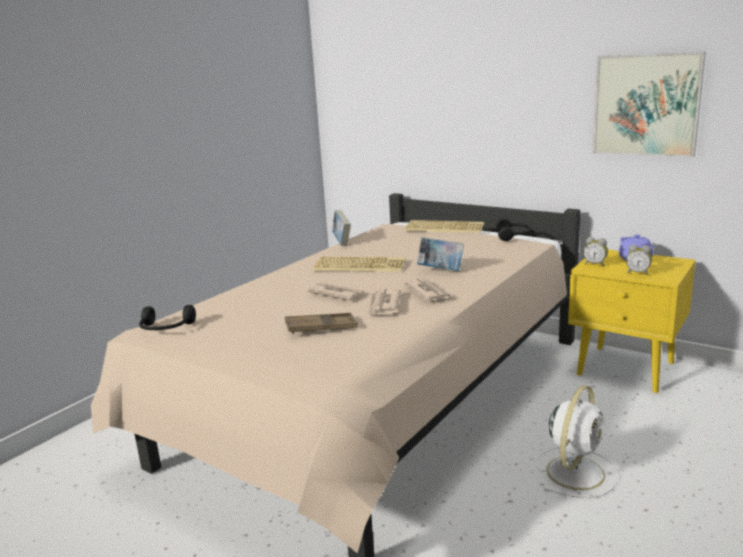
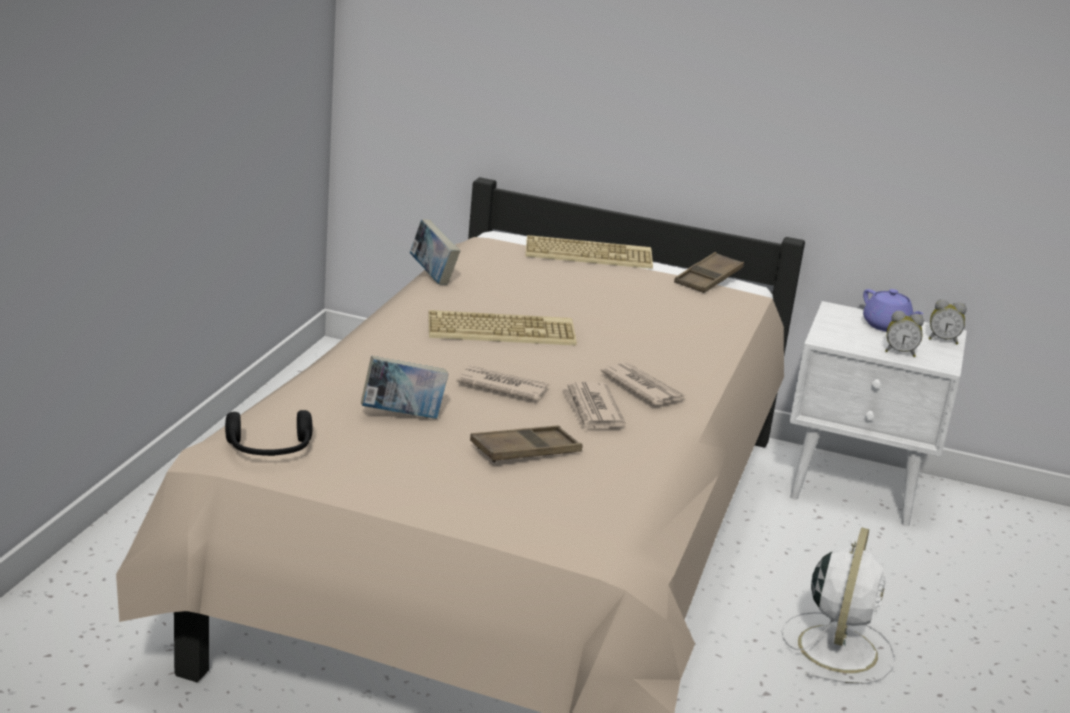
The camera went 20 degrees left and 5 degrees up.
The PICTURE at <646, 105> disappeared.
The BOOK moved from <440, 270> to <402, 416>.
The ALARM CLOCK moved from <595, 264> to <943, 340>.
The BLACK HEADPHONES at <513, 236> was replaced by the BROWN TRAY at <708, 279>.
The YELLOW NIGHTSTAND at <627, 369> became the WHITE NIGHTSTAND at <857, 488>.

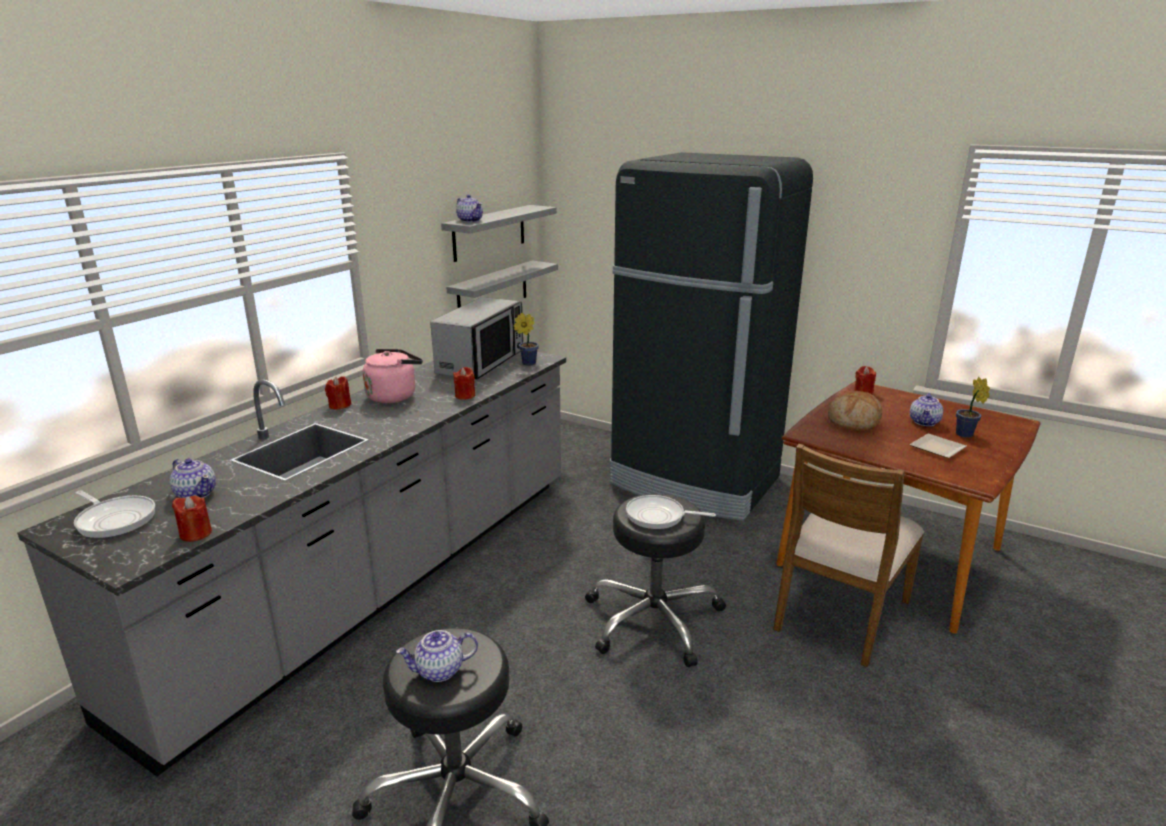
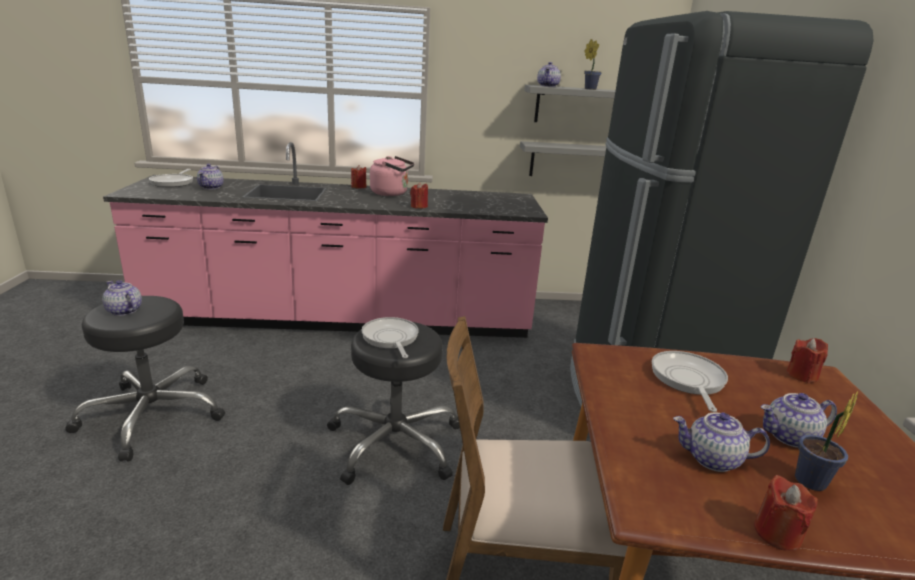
The camera went 55 degrees right and 0 degrees up.
The MICROWAVE at <481, 362> disappeared.
The RED CANDLE moved from <196, 534> to <777, 533>.
The POTTED PLANT moved from <527, 363> to <589, 89>.
The BREAD at <854, 422> was replaced by the FRYING PAN at <688, 380>.
The PLATE at <939, 448> was replaced by the TEAPOT at <712, 459>.
The GREY COUNTER at <379, 582> became the PINK COUNTER at <342, 319>.

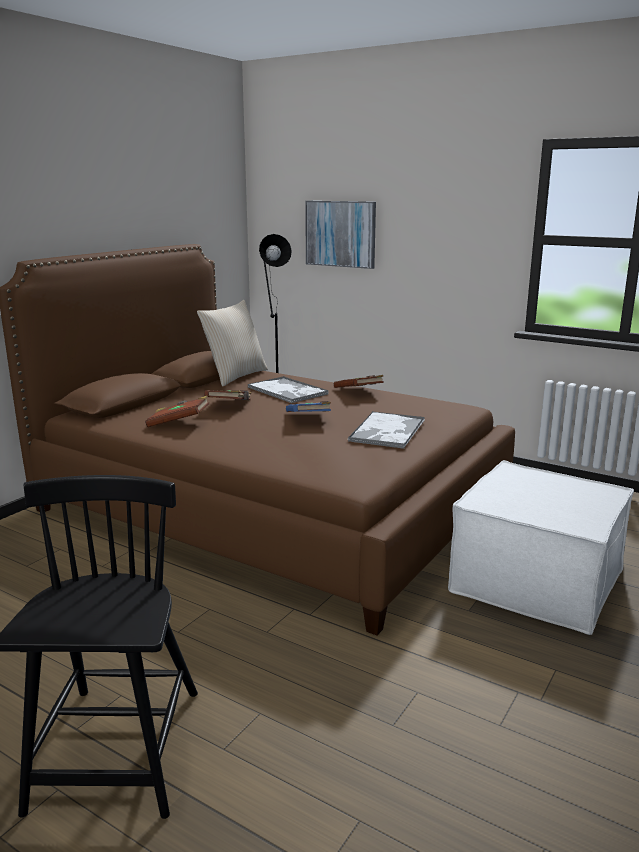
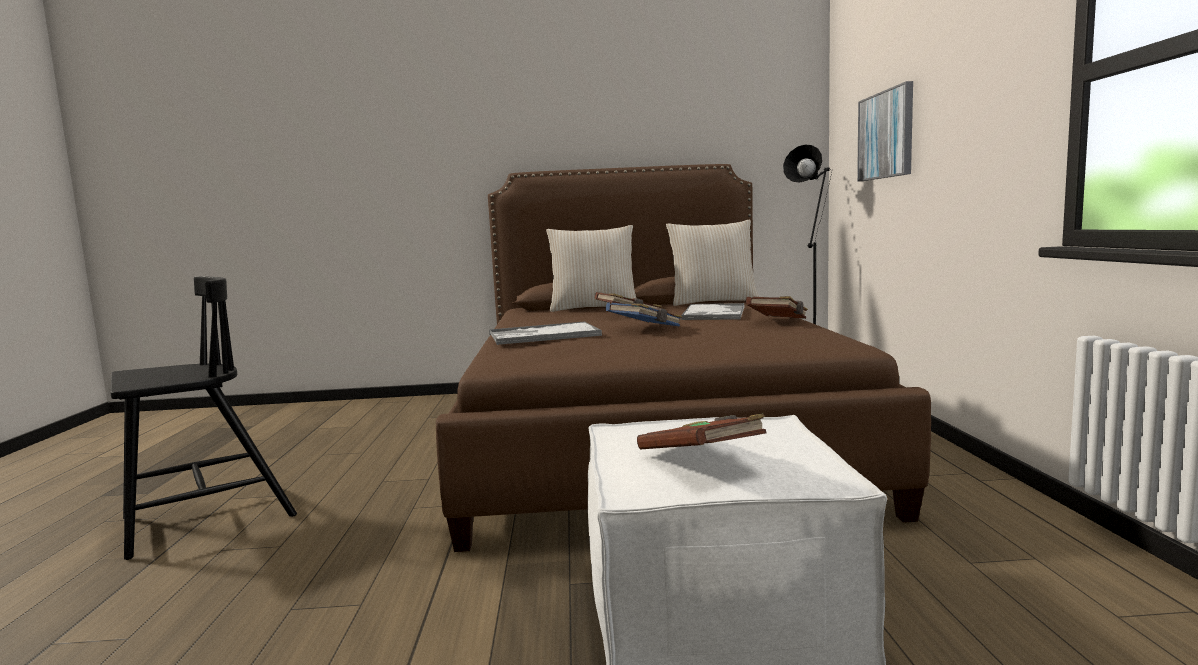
The camera went 55 degrees right and 10 degrees down.
The BEIGE PILLOW at <594, 308> appeared.
The BROWN BOOK moved from <178, 423> to <701, 458>.
The TRAY moved from <387, 431> to <543, 335>.

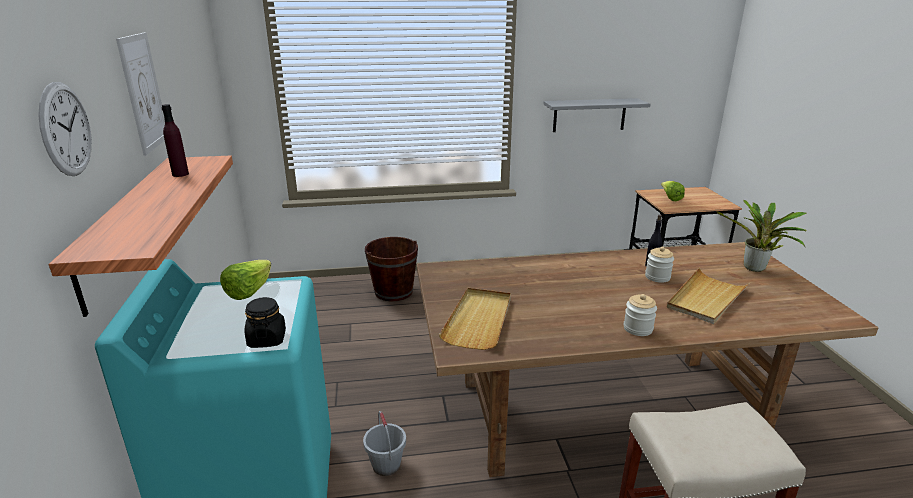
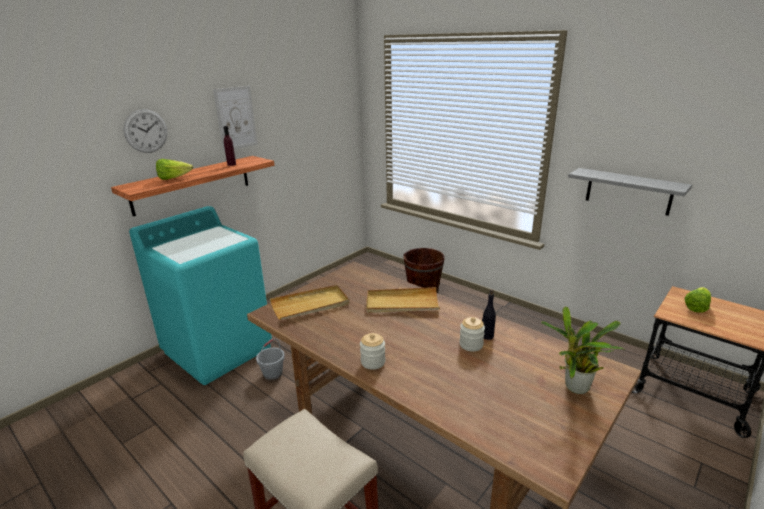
The camera went 50 degrees right and 0 degrees up.
The BLACK JAR at <267, 339> disappeared.
The LETTUCE moved from <249, 292> to <173, 178>.
The BEIGE TRAY moved from <706, 299> to <402, 303>.

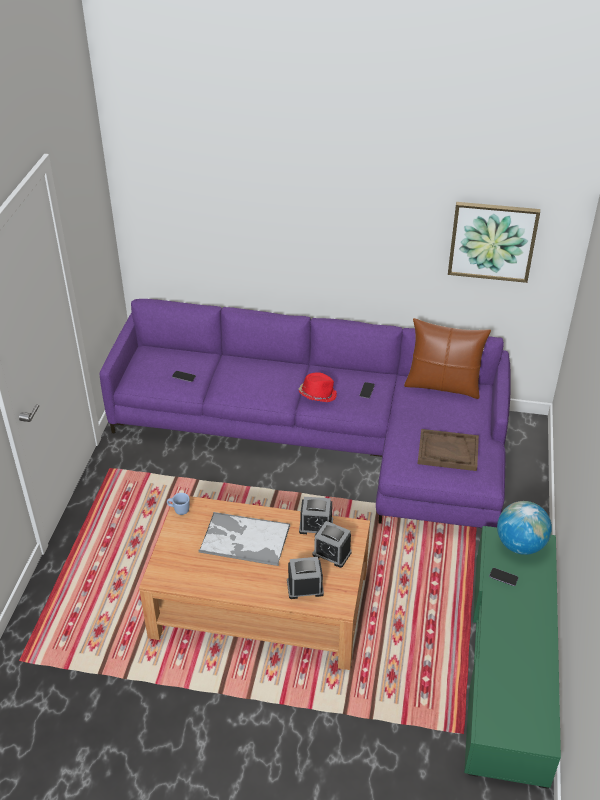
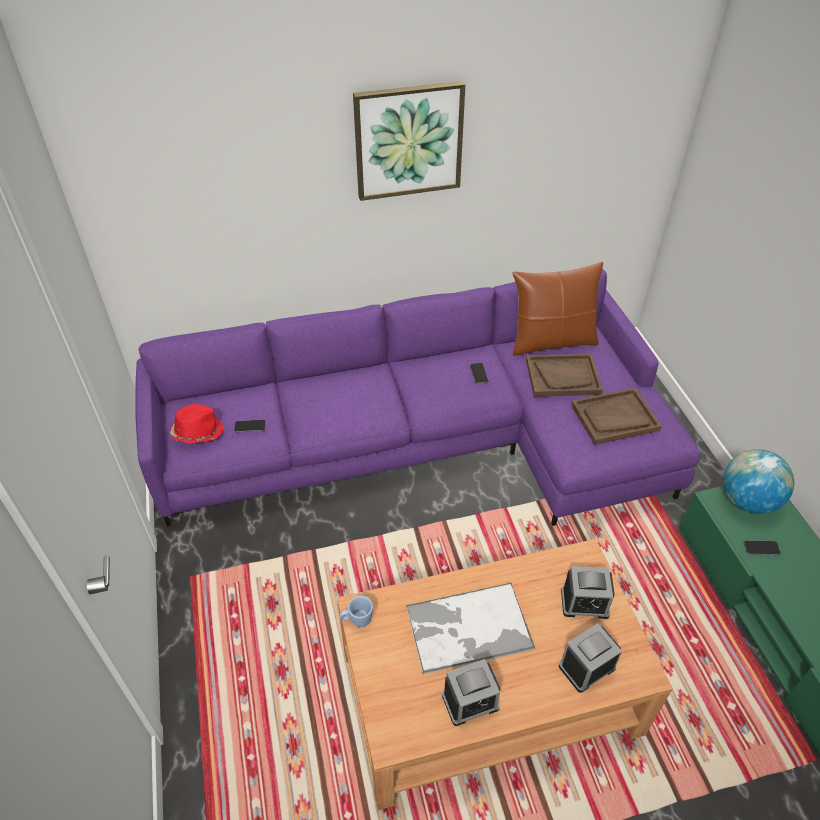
The camera went 25 degrees left and 5 degrees up.
The BROWN TRAY at <563, 377> appeared.
The RED HAT moved from <317, 394> to <197, 432>.
The ALARM CLOCK moved from <316, 526> to <470, 701>.
The PICTURE moved from <492, 241> to <408, 141>.

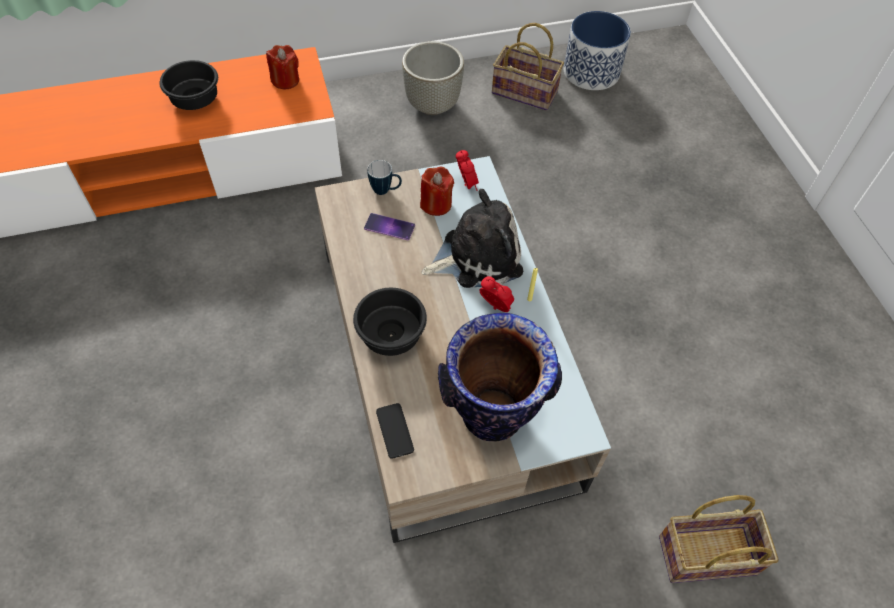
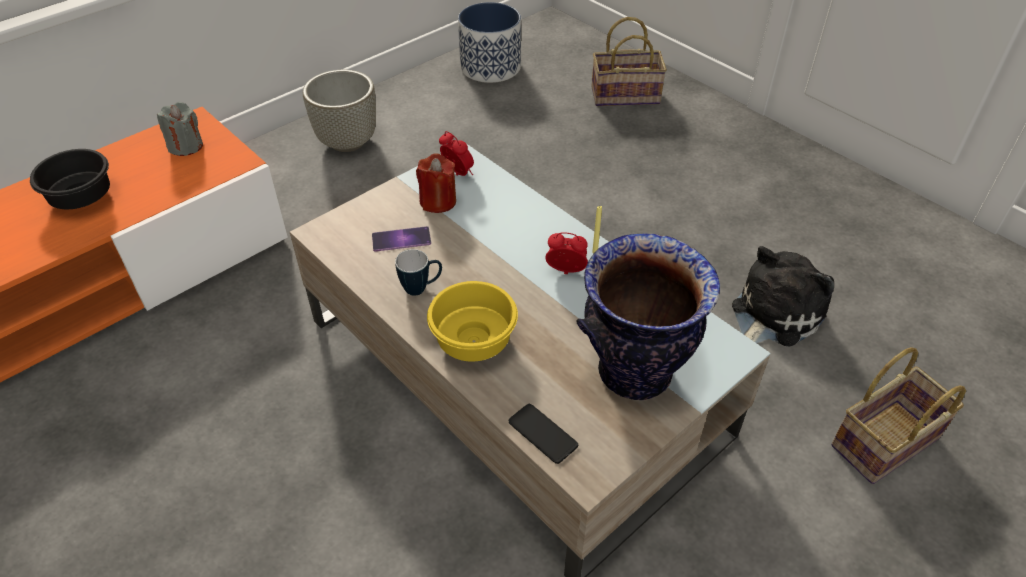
The camera went 25 degrees left and 10 degrees down.
The MUG moved from <385, 191> to <421, 288>.
The PLUSH TOY moved from <477, 256> to <772, 314>.
The BASKET moved from <526, 92> to <626, 95>.
The RED CANDLE at <285, 80> became the GREY CANDLE at <186, 146>.
The BLACK BOWL at <393, 334> became the YELLOW BOWL at <475, 339>.

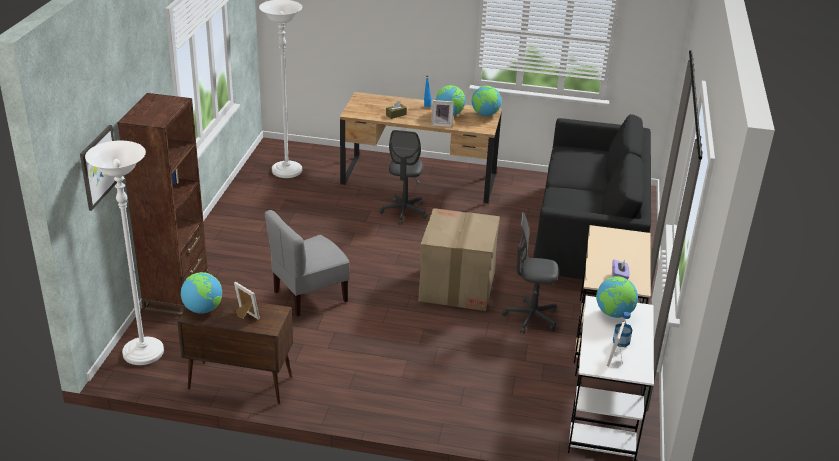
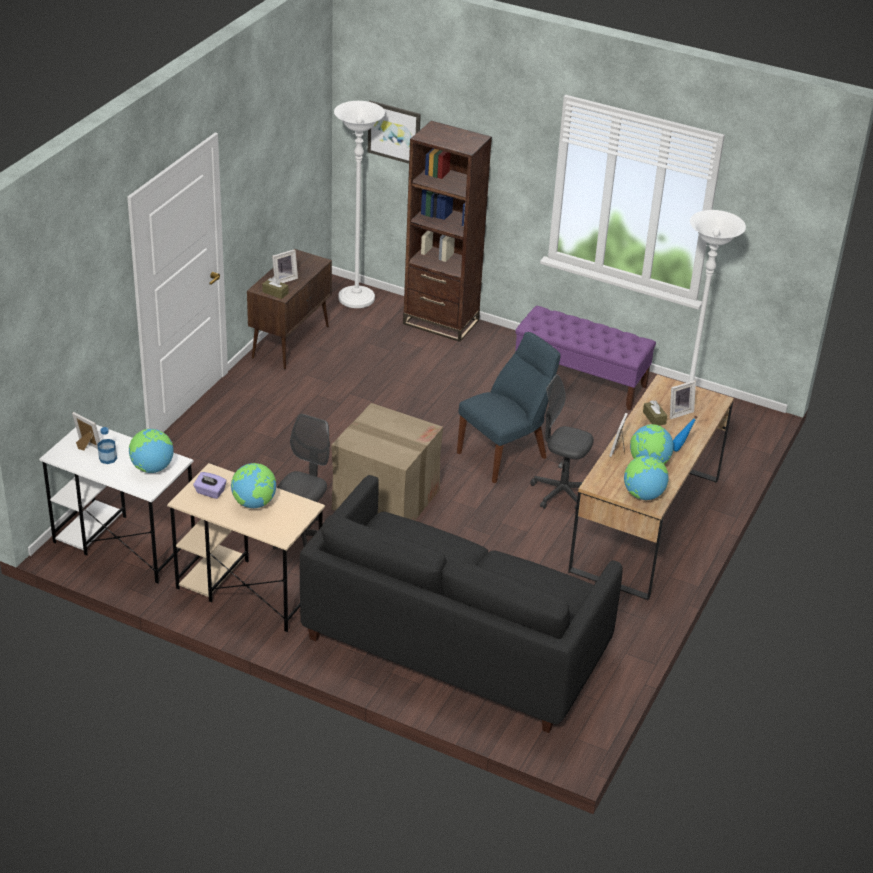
The camera went 105 degrees right and 5 degrees up.
The GREY CHAIR at <309, 296> disappeared.
The BROWN TISSUE BOX at <275, 292> appeared.
The BLUE CHAIR at <505, 454> appeared.
The PURPLE BENCH at <580, 380> appeared.
The PICTURE FRAME at <678, 412> appeared.
The GLOBE moved from <203, 309> to <254, 503>.

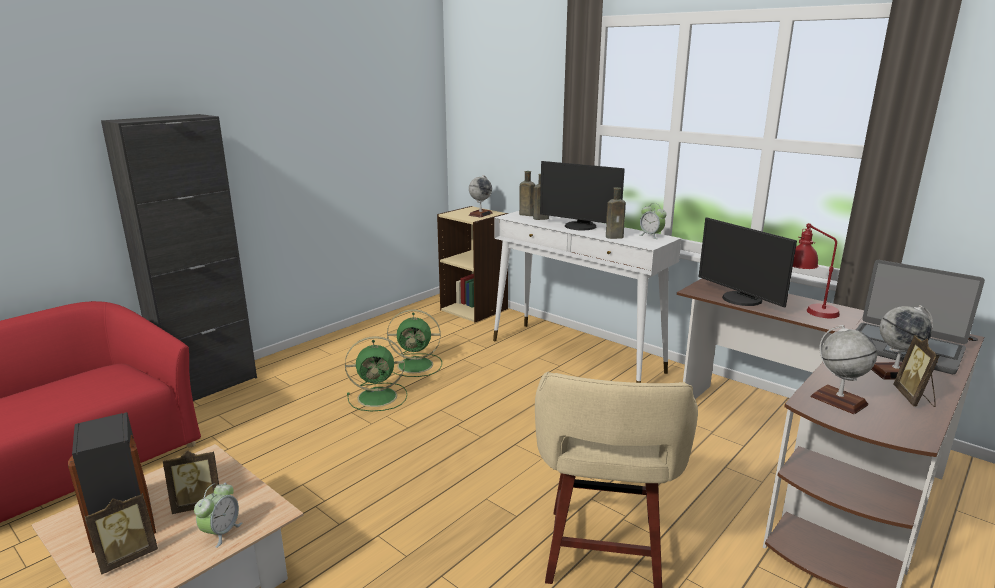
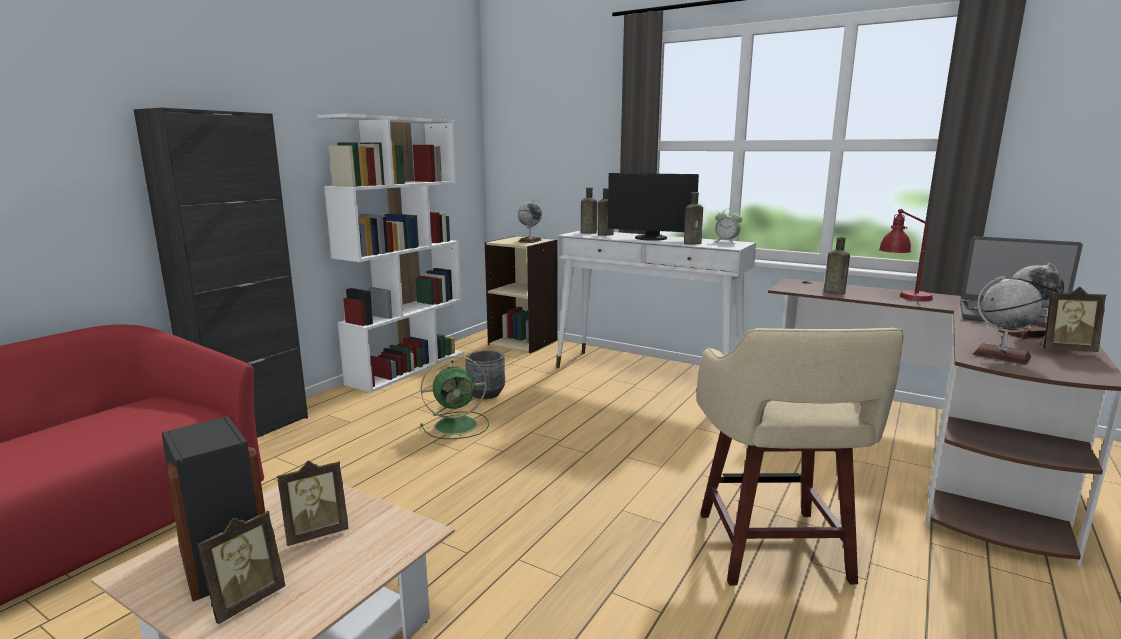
The camera went 10 degrees left and 5 degrees down.
The ALARM CLOCK at <221, 532> disappeared.
The WHITE BOOKCASE at <408, 368> appeared.
The GREEN FAN at <417, 365> was replaced by the GREY PLANTER at <486, 394>.
The MONITOR at <740, 299> was replaced by the BROWN BOTTLE at <832, 292>.
The PICTURE FRAME at <914, 398> turned 75 degrees counterclockwise.

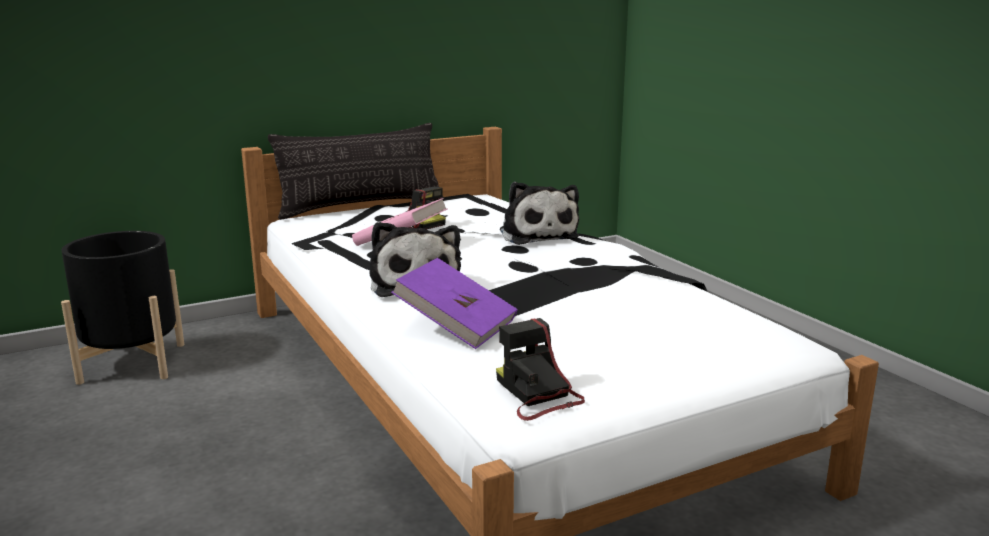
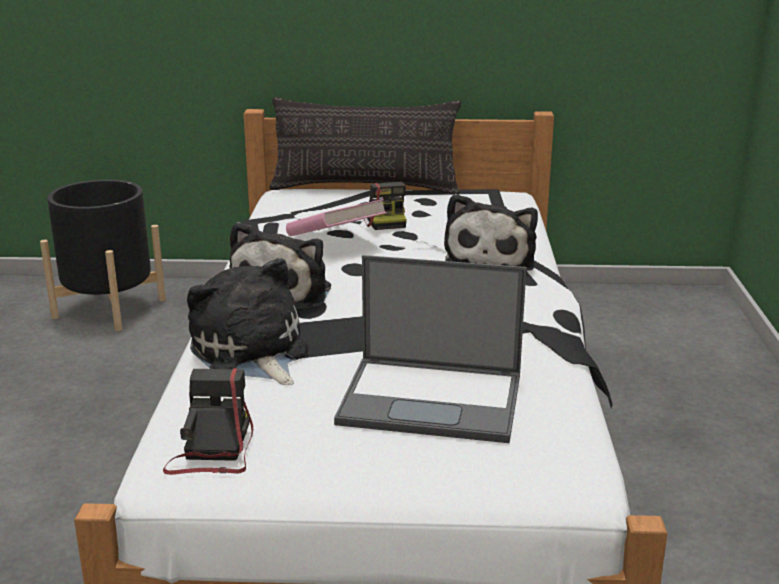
The camera went 30 degrees right and 5 degrees up.
The LAPTOP at <434, 399> appeared.
The PURPLE BOOK at <456, 327> was replaced by the PLUSH TOY at <251, 353>.

